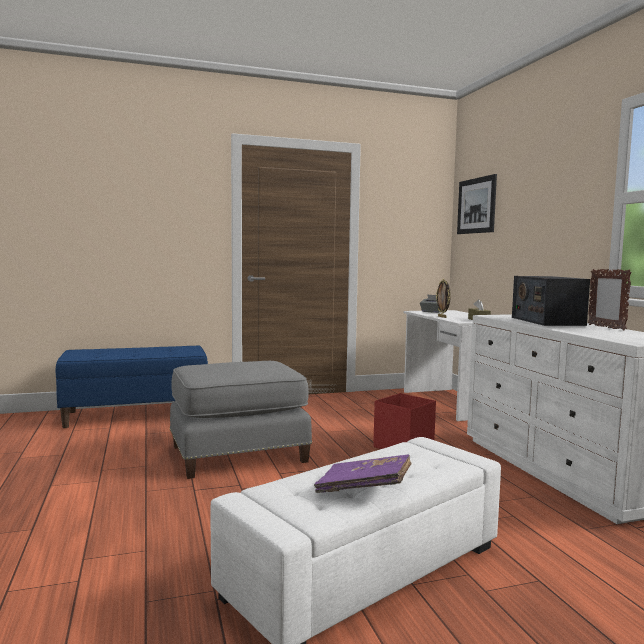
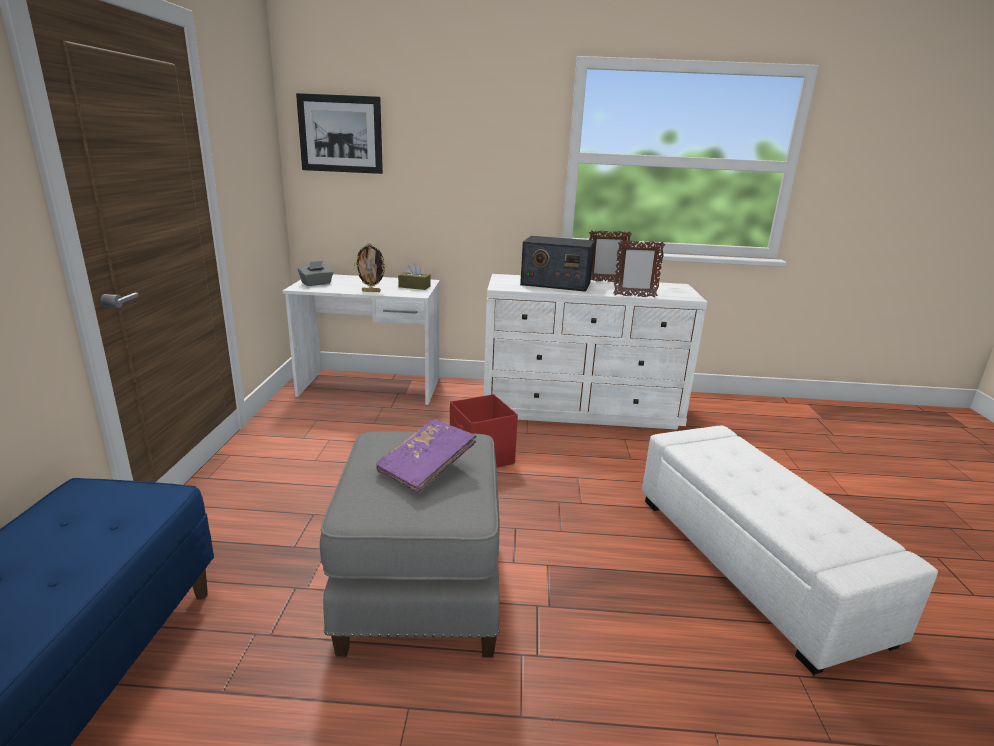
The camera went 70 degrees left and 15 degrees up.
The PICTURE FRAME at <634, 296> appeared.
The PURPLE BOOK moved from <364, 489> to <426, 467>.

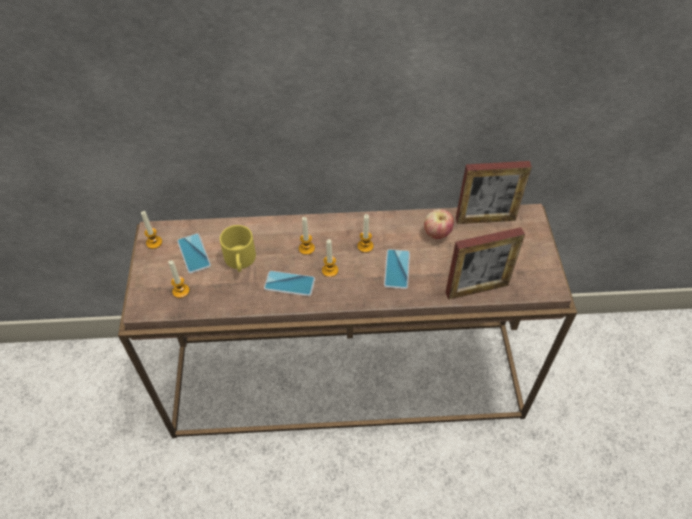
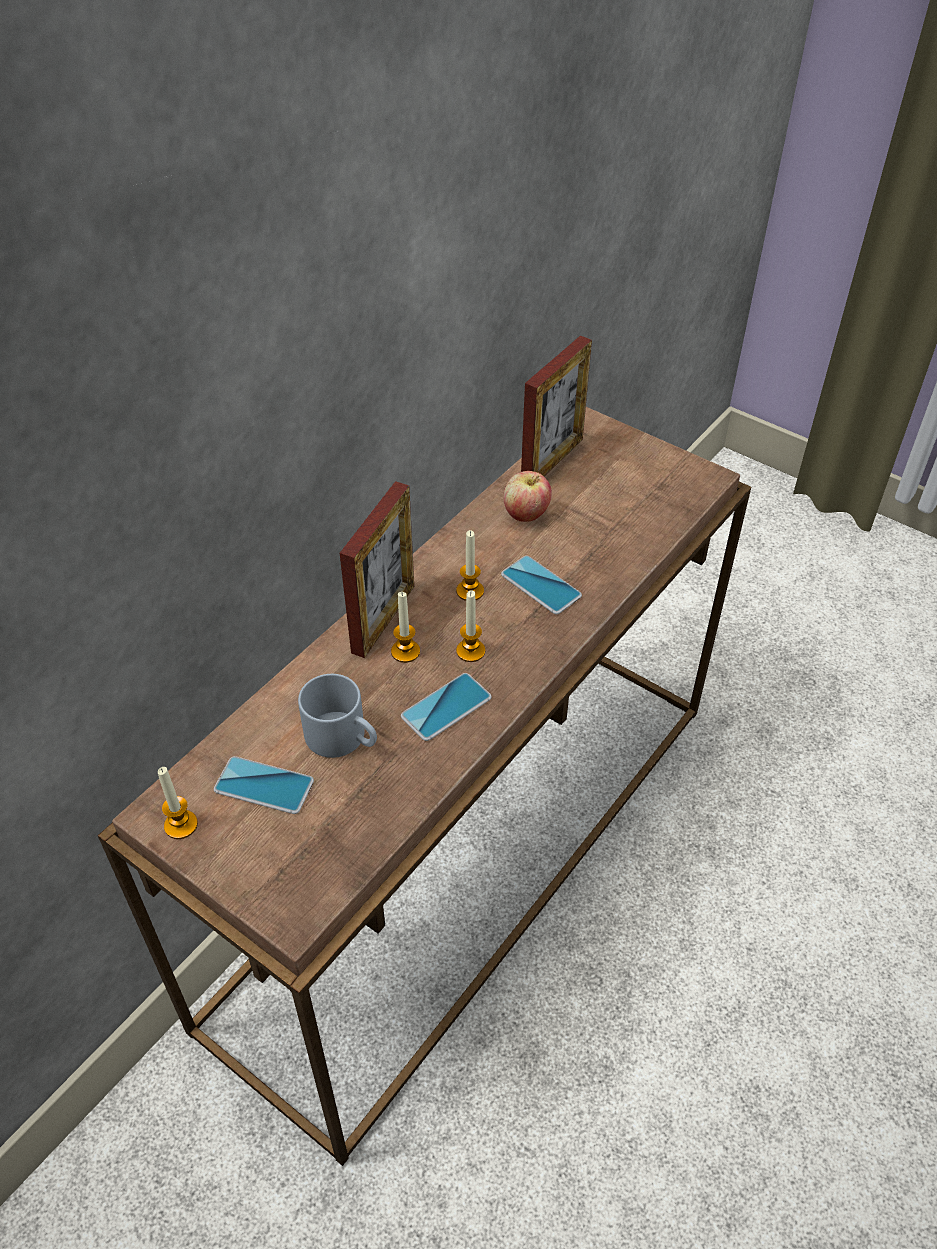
The camera went 50 degrees left and 5 degrees down.
The CANDLE at <181, 291> disappeared.
The PICTURE FRAME moved from <477, 289> to <383, 619>.
The YELLOW MUG at <241, 261> became the GREY MUG at <344, 737>.

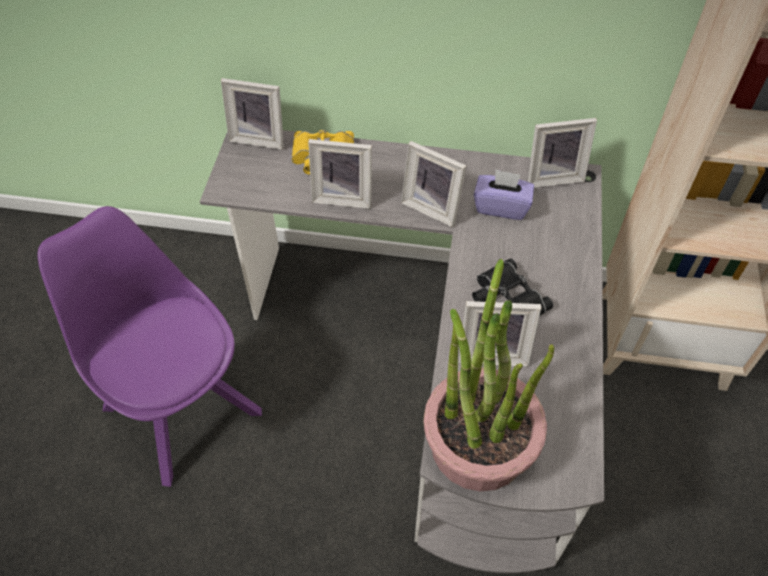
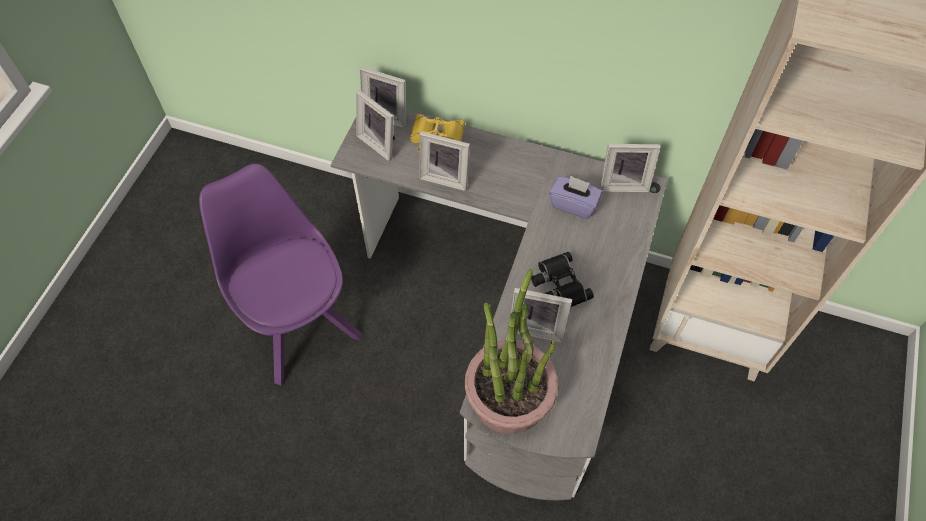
The camera went 10 degrees right and 5 degrees up.
The PICTURE FRAME moved from <433, 206> to <380, 142>.

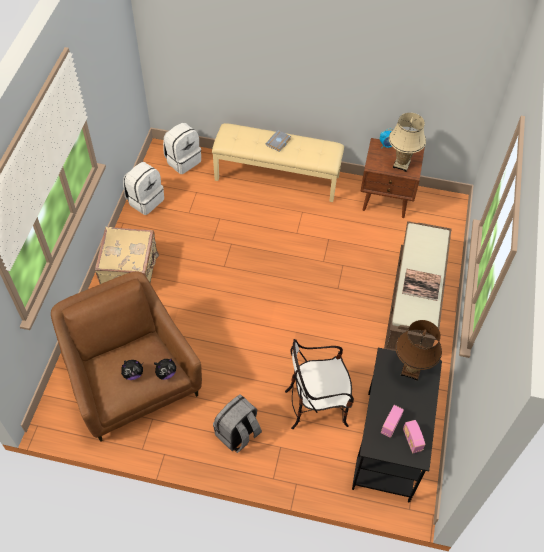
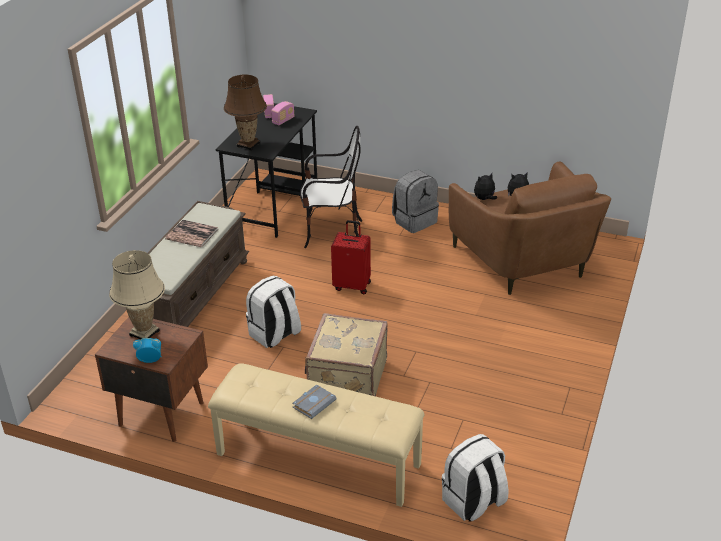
The camera went 170 degrees left and 20 degrees down.
The RED SUITCASE at <352, 285> appeared.
The BEIGE SUITCASE moved from <131, 271> to <346, 378>.
The WHITE BACKPACK moved from <145, 200> to <275, 335>.

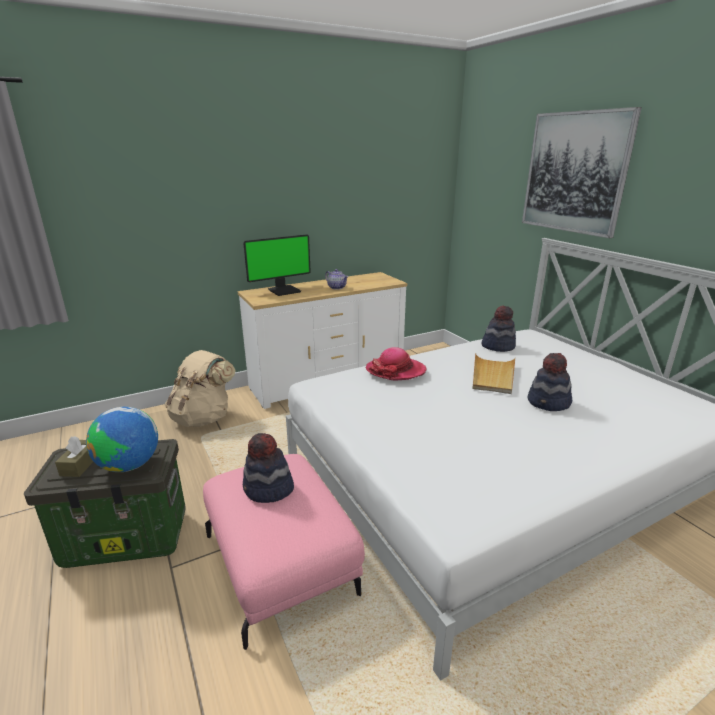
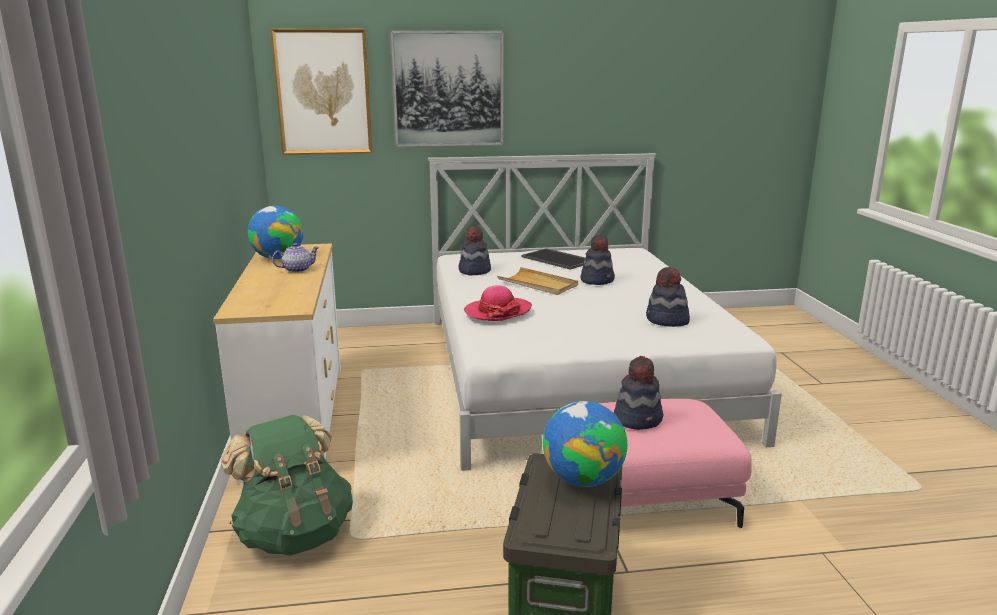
The camera went 70 degrees left and 5 degrees down.
The BROWN TISSUE BOX at <80, 464> disappeared.
The MONITOR at <284, 290> disappeared.
The GLOBE at <278, 258> appeared.
The PICTURE at <323, 92> appeared.
The TRAY at <558, 259> appeared.
The HAT at <667, 321> appeared.
The BEIGE BACKPACK at <203, 418> became the GREEN BACKPACK at <295, 534>.

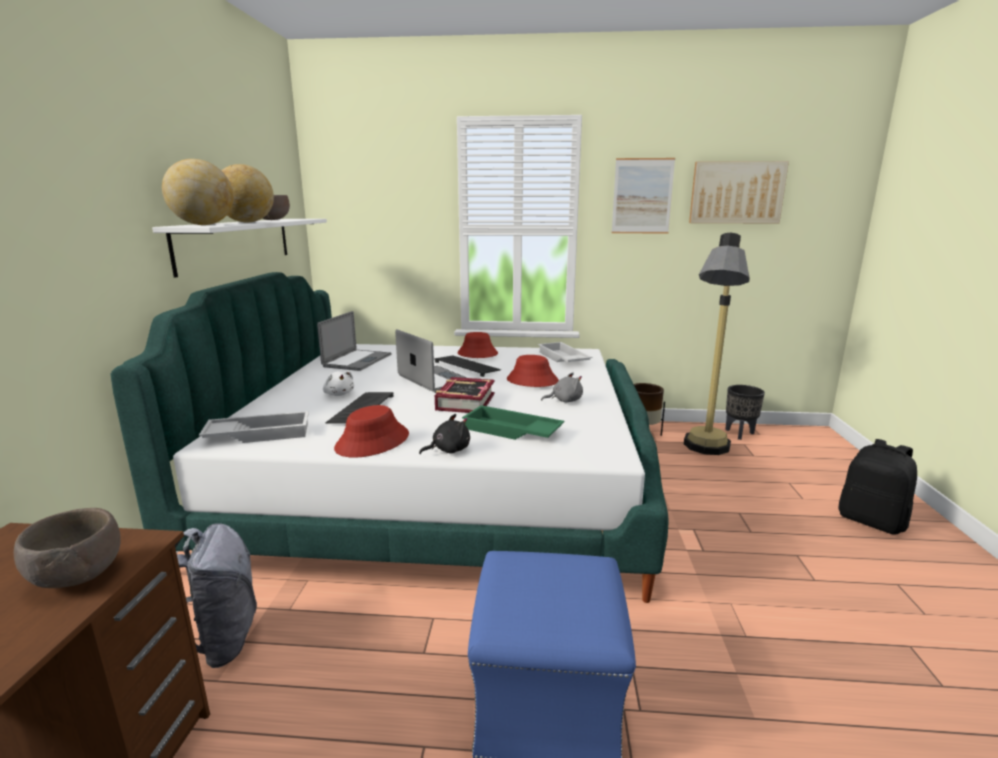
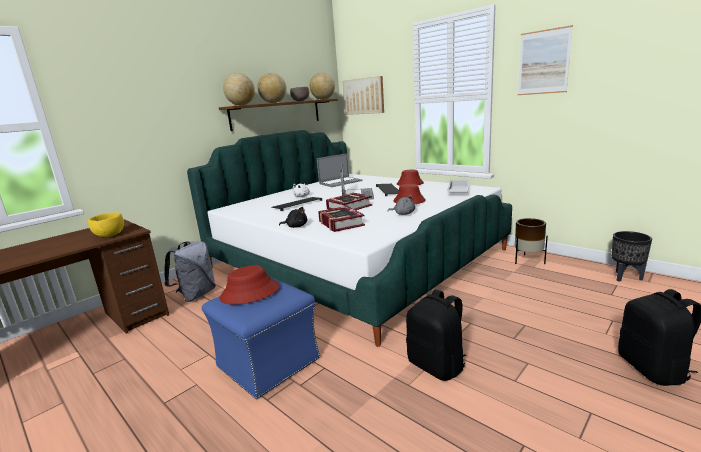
The camera went 40 degrees right and 0 degrees up.
The WHITE TRAY at <259, 434> disappeared.
The FLOOR LAMP at <704, 453> disappeared.
The GLOBE at <323, 99> appeared.
The BLACK BACKPACK at <437, 365> appeared.
The RED HAT moved from <372, 442> to <250, 293>.
The PICTURE moved from <736, 192> to <363, 96>.
The GREEN TRAY at <511, 431> was replaced by the BOOK at <340, 223>.
The BROWN BOWL at <77, 577> became the YELLOW BOWL at <109, 235>.
The WHITE SHELF at <237, 243> became the BROWN SHELF at <277, 114>.

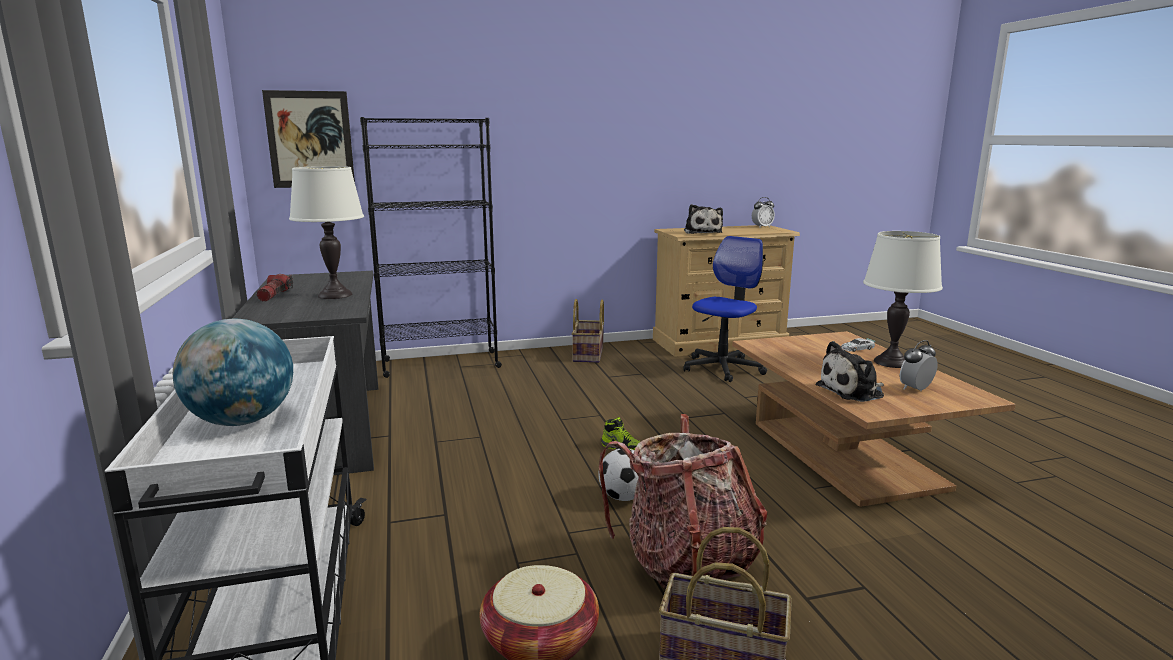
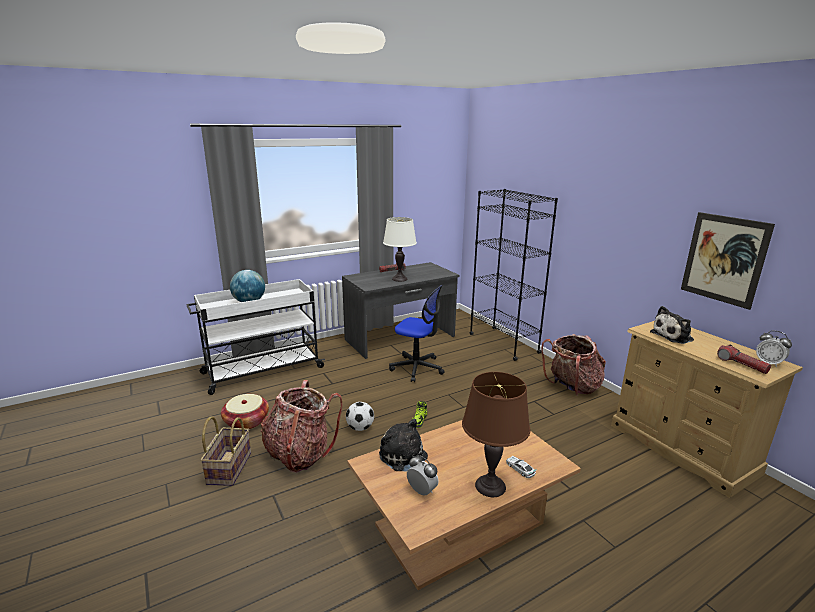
The camera went 75 degrees right and 5 degrees up.
The FLASHLIGHT at <741, 365> appeared.
The PICTURE moved from <310, 139> to <724, 259>.
The OFFICE CHAIR moved from <722, 368> to <417, 368>.
The BASKET at <589, 355> was replaced by the BACKPACK at <572, 387>.
The WHITE TABLE LAMP at <892, 362> became the BROWN TABLE LAMP at <490, 486>.

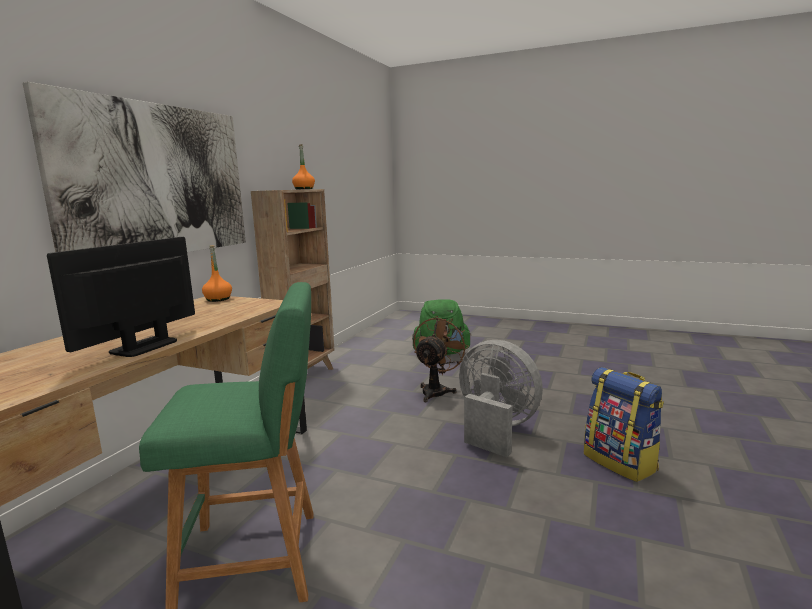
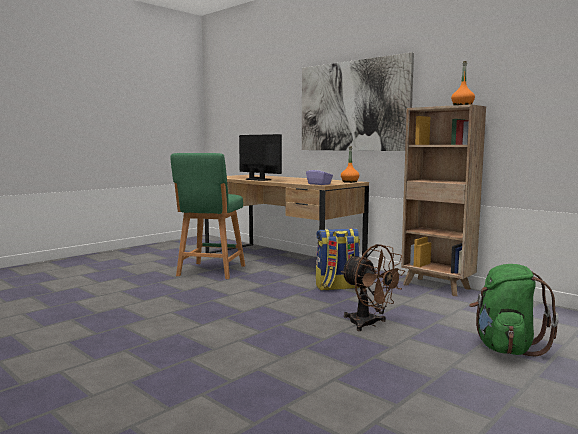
The camera went 110 degrees right and 5 degrees down.
The GREY FAN at <495, 429> disappeared.
The PURPLE TISSUE BOX at <319, 184> appeared.
The BACKPACK moved from <621, 462> to <337, 287>.

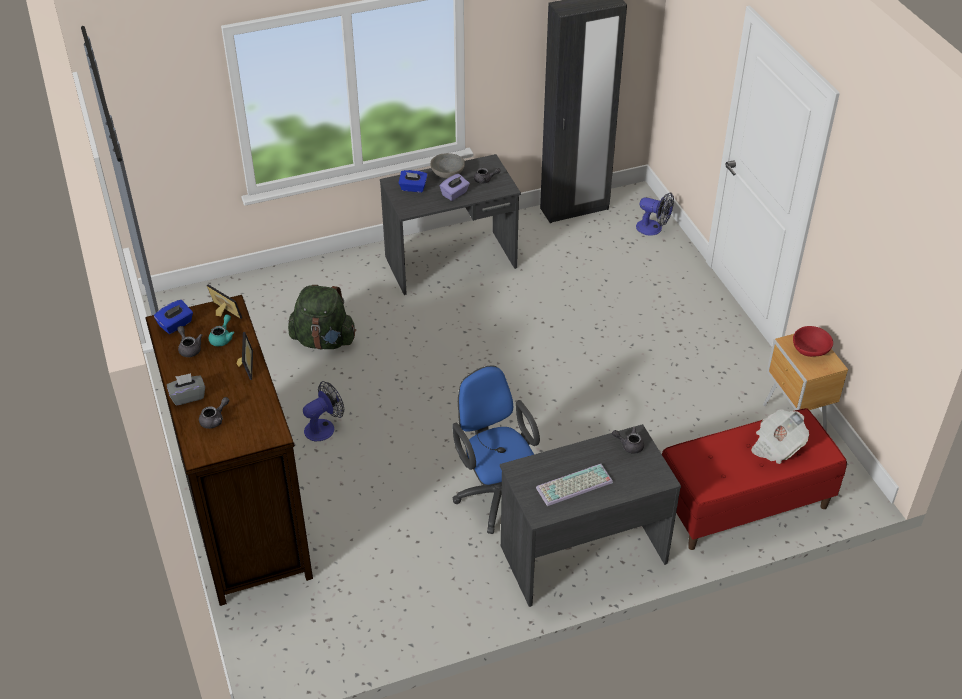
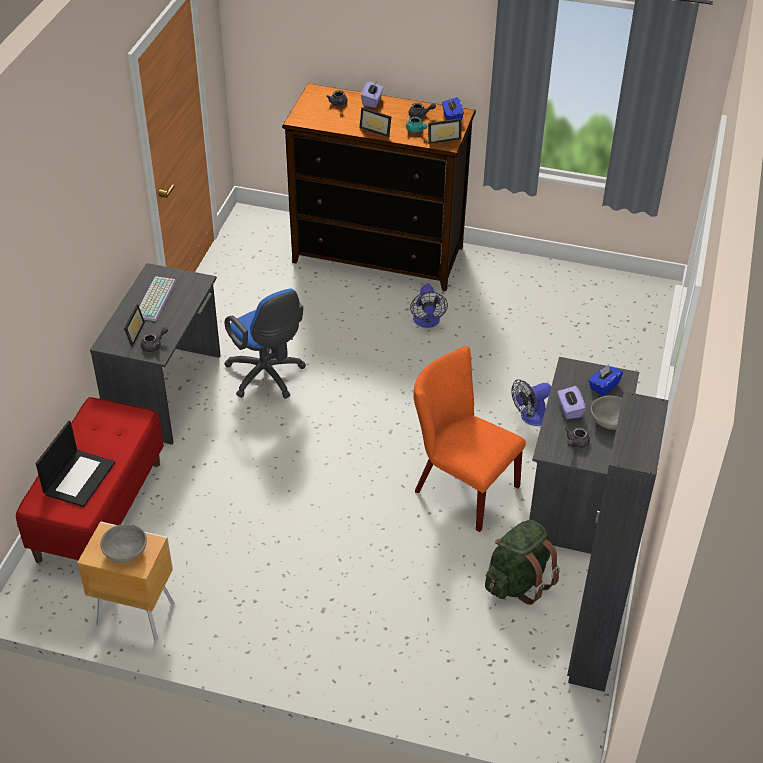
The camera went 125 degrees right and 0 degrees up.
The PICTURE FRAME at <132, 333> appeared.
The ORANGE CHAIR at <460, 487> appeared.
The GREEN BACKPACK moved from <324, 340> to <518, 581>.
The FAN moved from <653, 229> to <530, 417>.
The NEWSPAPER at <776, 446> was replaced by the LAPTOP at <79, 477>.
The GREY TISSUE BOX at <188, 396> became the PURPLE TISSUE BOX at <372, 101>.
The RED BOWL at <809, 350> became the GREY BOWL at <126, 551>.
The BLUE OFFICE CHAIR at <496, 494> turned 45 degrees clockwise.

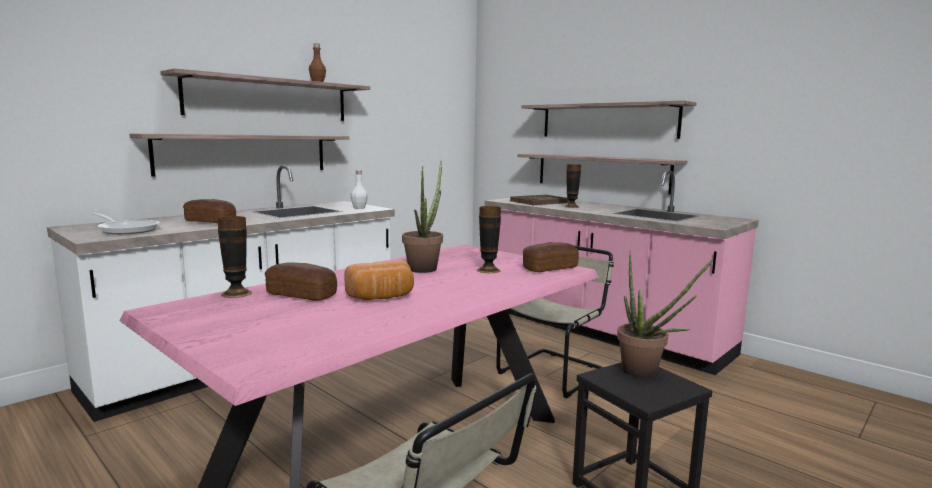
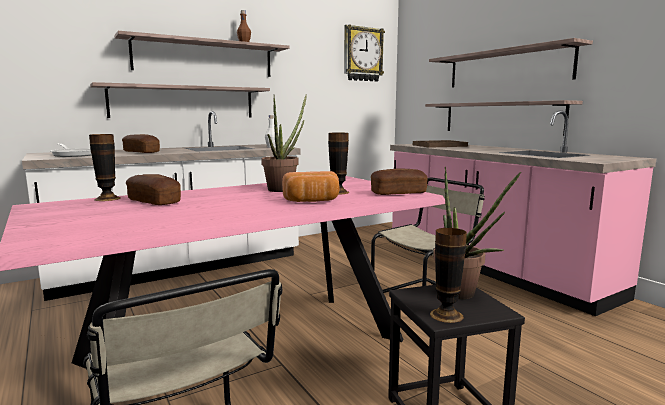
The camera went 15 degrees right and 0 degrees up.
The WALL CLOCK at <362, 54> appeared.
The BREAD moved from <381, 297> to <312, 201>.
The VASE moved from <571, 206> to <446, 315>.

